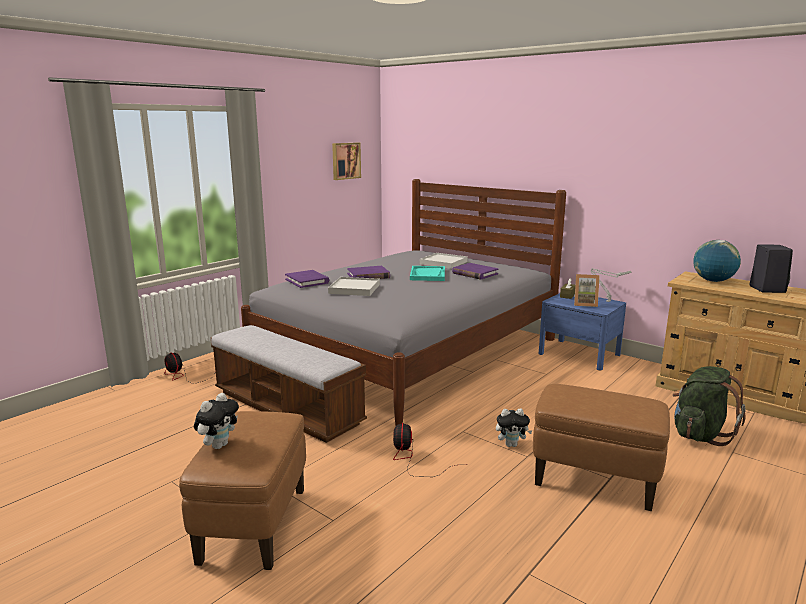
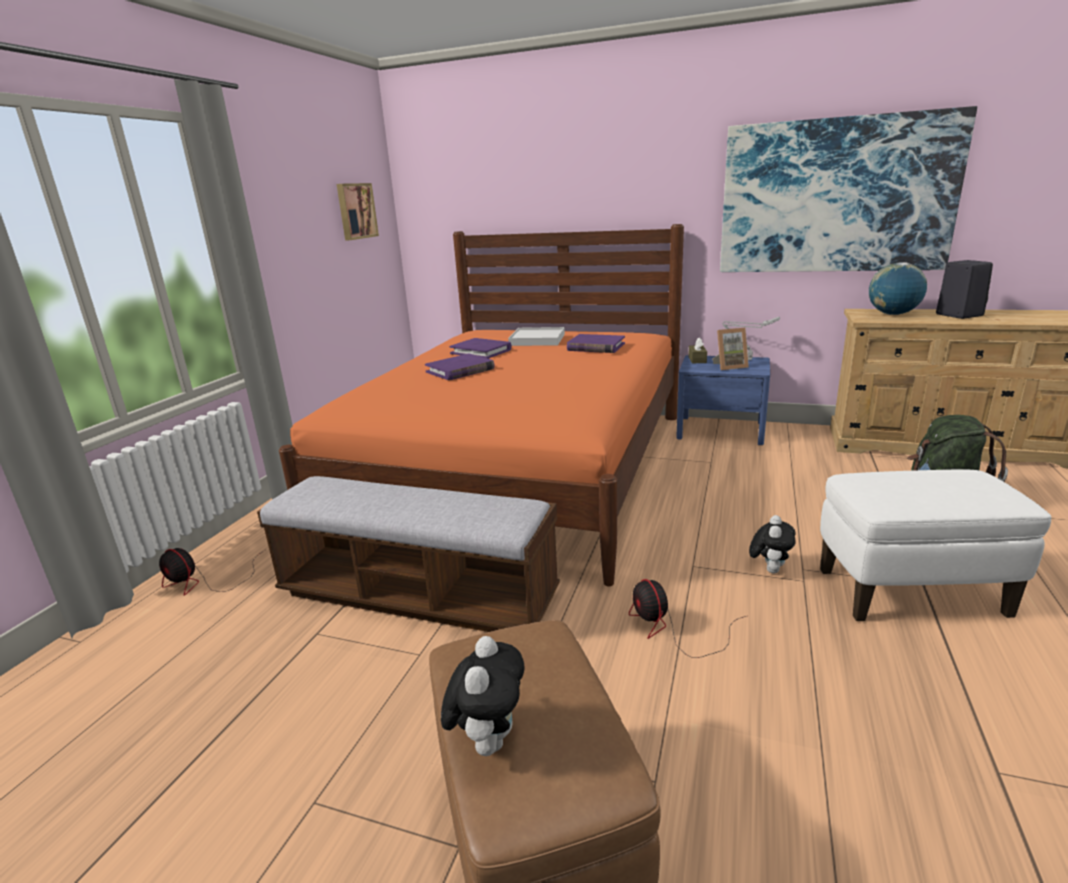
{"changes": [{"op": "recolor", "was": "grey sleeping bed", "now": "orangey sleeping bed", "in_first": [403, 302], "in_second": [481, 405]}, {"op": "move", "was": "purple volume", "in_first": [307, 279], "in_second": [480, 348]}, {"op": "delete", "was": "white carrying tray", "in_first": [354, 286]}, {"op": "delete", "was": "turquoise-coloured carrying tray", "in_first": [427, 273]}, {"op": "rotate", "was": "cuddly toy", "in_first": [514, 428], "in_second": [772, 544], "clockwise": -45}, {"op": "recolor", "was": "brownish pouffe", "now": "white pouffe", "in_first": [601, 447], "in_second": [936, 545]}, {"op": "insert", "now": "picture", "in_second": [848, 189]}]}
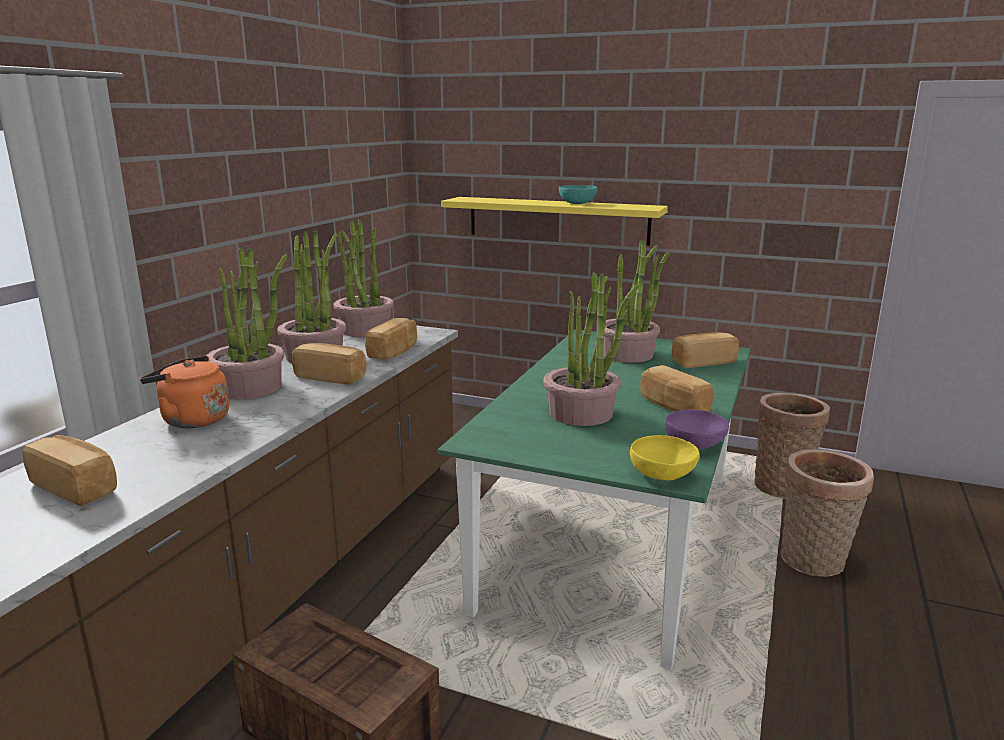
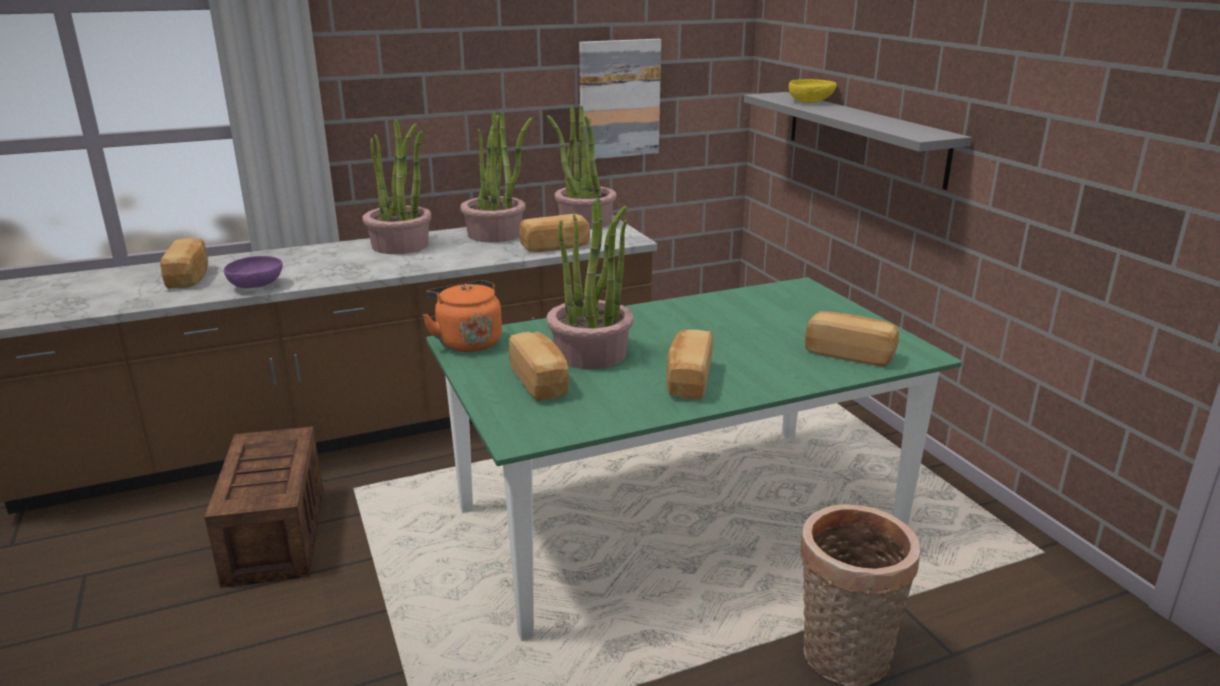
{"changes": [{"op": "move", "was": "orangey kettle", "in_first": [184, 392], "in_second": [462, 316]}, {"op": "move", "was": "bakery bread", "in_first": [329, 364], "in_second": [539, 367]}, {"op": "recolor", "was": "yellow bracket shelf", "now": "grey bracket shelf", "in_first": [554, 221], "in_second": [858, 141]}, {"op": "delete", "was": "turquoise-coloured serving bowl", "in_first": [578, 194]}, {"op": "delete", "was": "houseplant", "in_first": [636, 301]}, {"op": "move", "was": "yellow serving bowl", "in_first": [665, 458], "in_second": [813, 91]}, {"op": "move", "was": "purple serving bowl", "in_first": [697, 429], "in_second": [253, 272]}, {"op": "delete", "was": "basket", "in_first": [792, 446]}, {"op": "insert", "now": "picture", "in_second": [620, 99]}]}
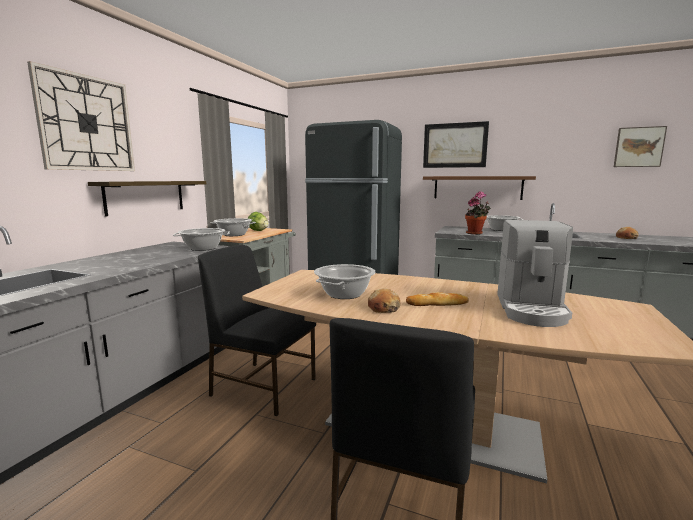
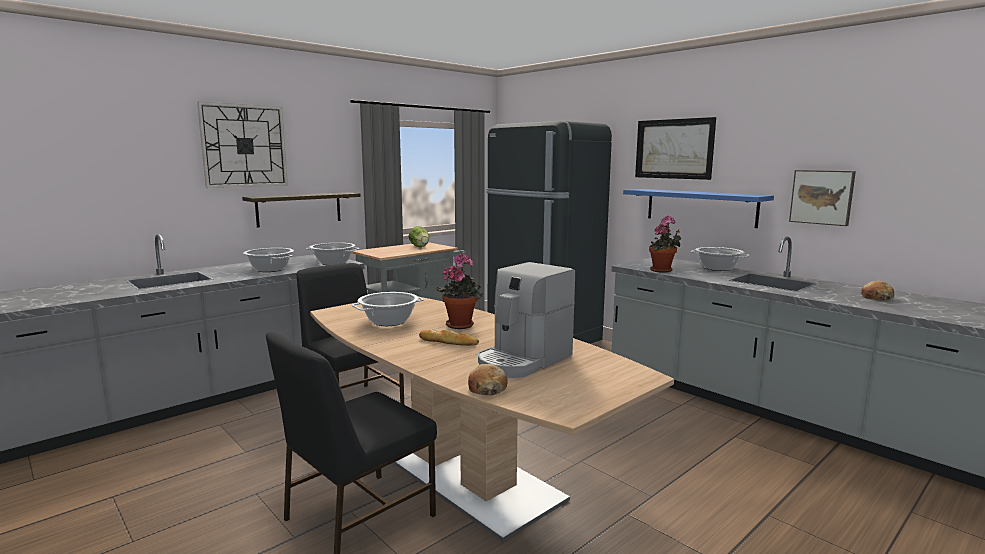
{"changes": [{"op": "move", "was": "stockpot", "in_first": [233, 227], "in_second": [268, 260]}, {"op": "move", "was": "bakery bread", "in_first": [384, 300], "in_second": [488, 380]}, {"op": "recolor", "was": "brownish bracket shelf", "now": "blue-coloured bracket shelf", "in_first": [479, 188], "in_second": [698, 208]}, {"op": "move", "was": "picture", "in_first": [640, 146], "in_second": [822, 198]}, {"op": "insert", "now": "houseplant", "in_second": [460, 291]}]}
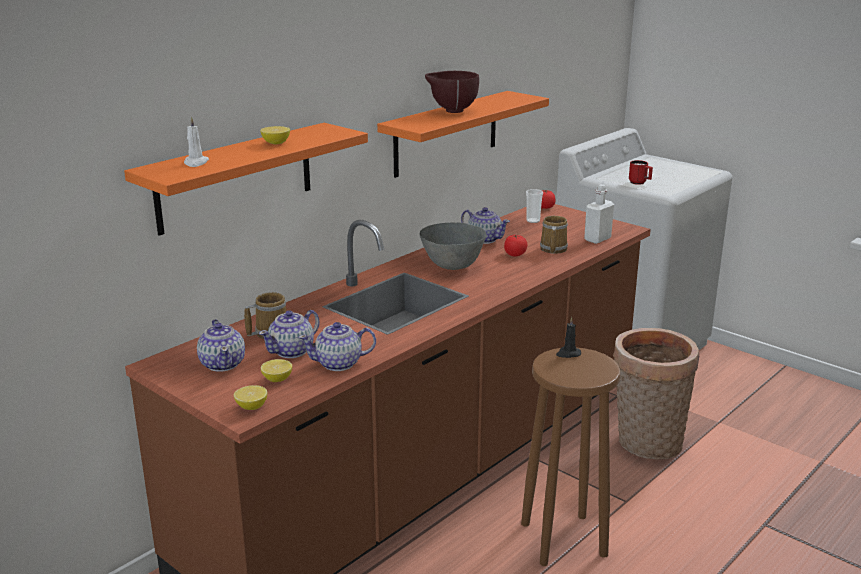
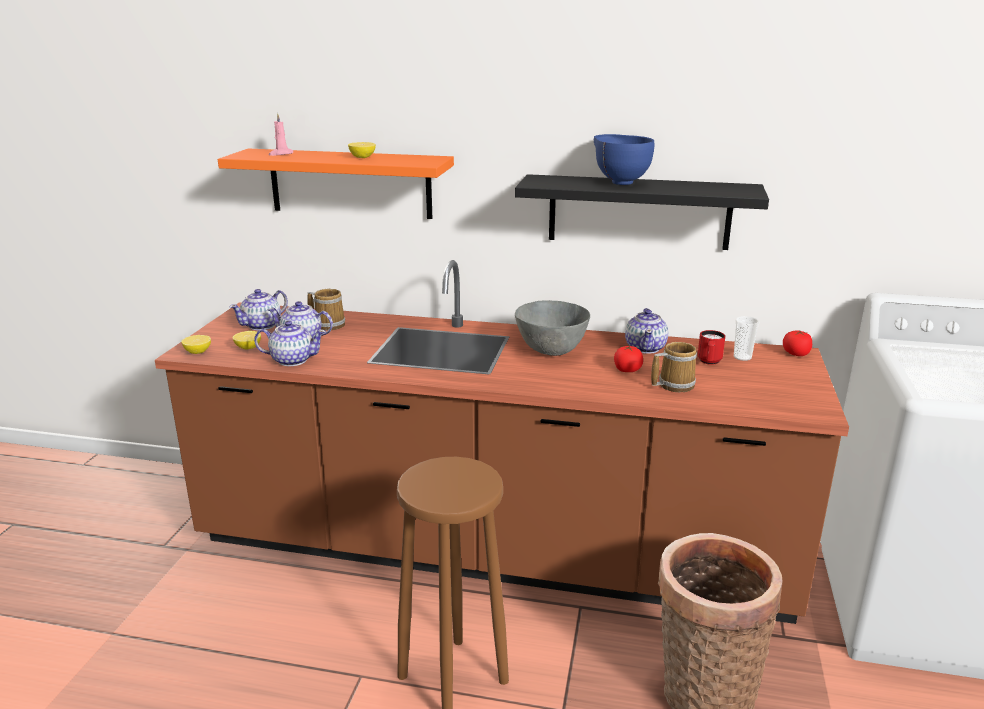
{"changes": [{"op": "recolor", "was": "white wax light", "now": "pinkish wax light", "in_first": [196, 141], "in_second": [281, 134]}, {"op": "rotate", "was": "tea pot", "in_first": [337, 346], "in_second": [290, 343], "clockwise": 135}, {"op": "recolor", "was": "orangey bracket shelf", "now": "black bracket shelf", "in_first": [463, 134], "in_second": [642, 212]}, {"op": "recolor", "was": "brownish serving bowl", "now": "blue-coloured serving bowl", "in_first": [452, 92], "in_second": [624, 159]}, {"op": "delete", "was": "black wax light", "in_first": [568, 337]}, {"op": "delete", "was": "white bottle", "in_first": [599, 214]}, {"op": "move", "was": "reddish mug", "in_first": [641, 172], "in_second": [711, 347]}]}
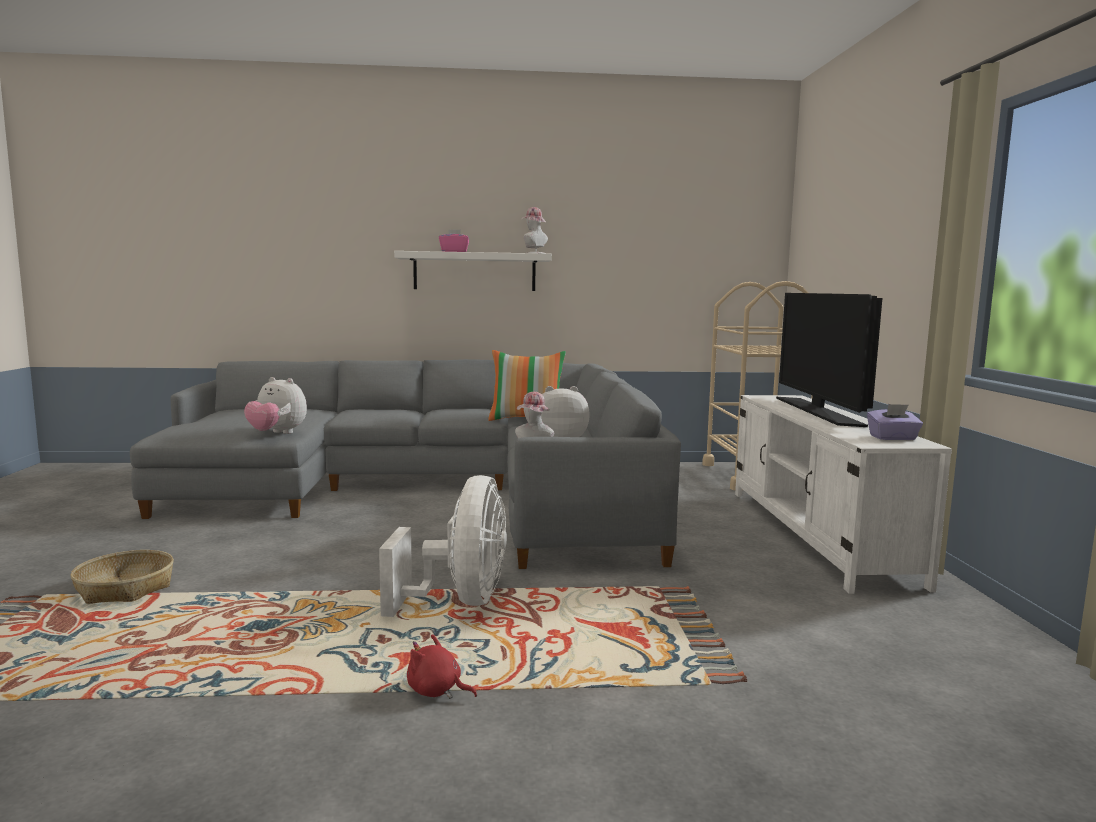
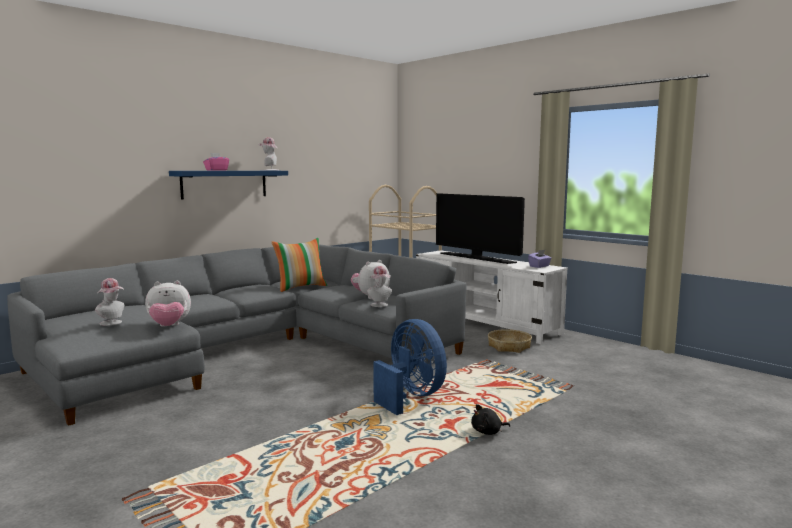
{"changes": [{"op": "move", "was": "basket", "in_first": [122, 577], "in_second": [510, 341]}, {"op": "recolor", "was": "white electric fan", "now": "blue-coloured electric fan", "in_first": [443, 546], "in_second": [410, 367]}, {"op": "recolor", "was": "white bracket shelf", "now": "blue-coloured bracket shelf", "in_first": [473, 271], "in_second": [228, 185]}, {"op": "recolor", "was": "reddish cuddly toy", "now": "black cuddly toy", "in_first": [442, 666], "in_second": [490, 419]}, {"op": "insert", "now": "clothing hat", "in_second": [109, 302]}]}
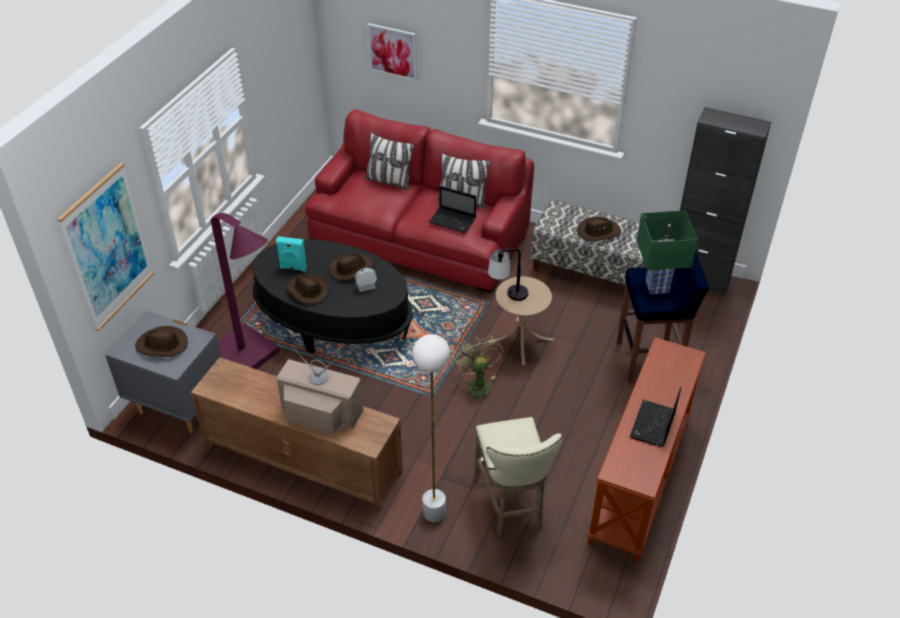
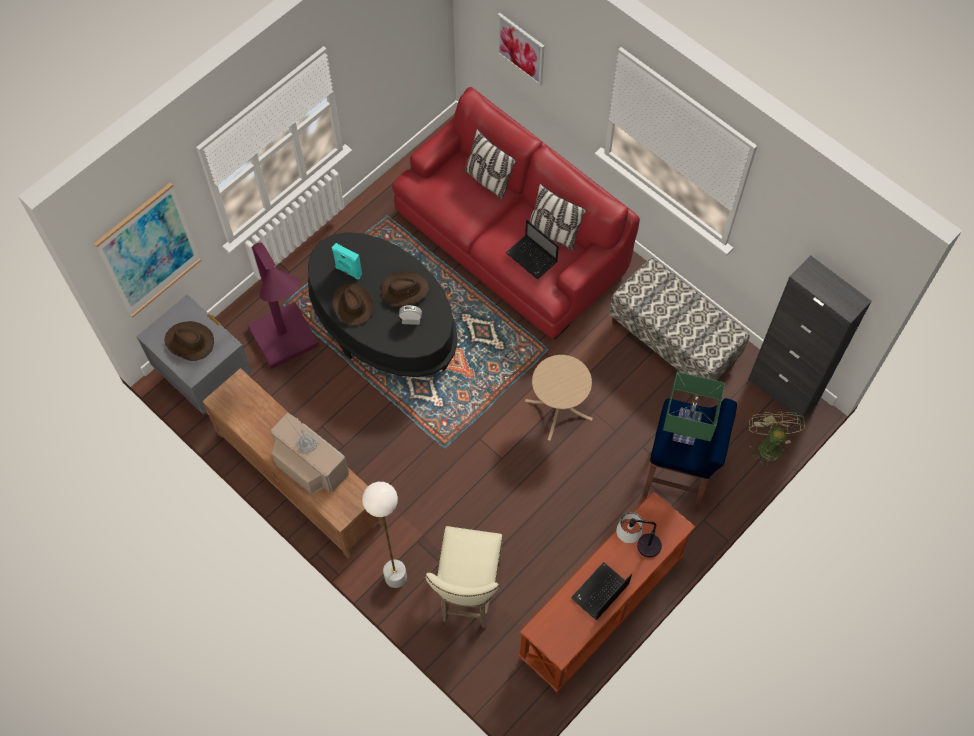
{"changes": [{"op": "move", "was": "green electric fan", "in_first": [477, 369], "in_second": [777, 439]}, {"op": "move", "was": "tabletop lamp", "in_first": [508, 275], "in_second": [639, 534]}, {"op": "delete", "was": "brownish clothing hat", "in_first": [599, 229]}]}
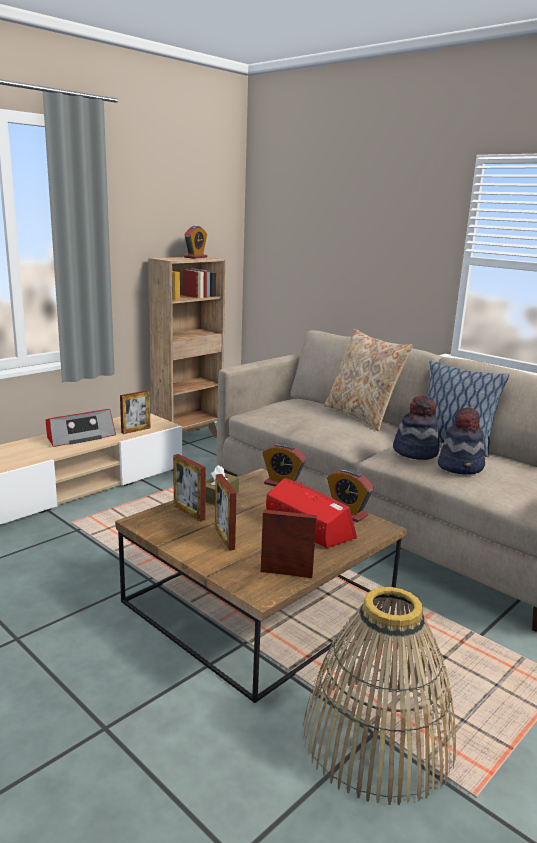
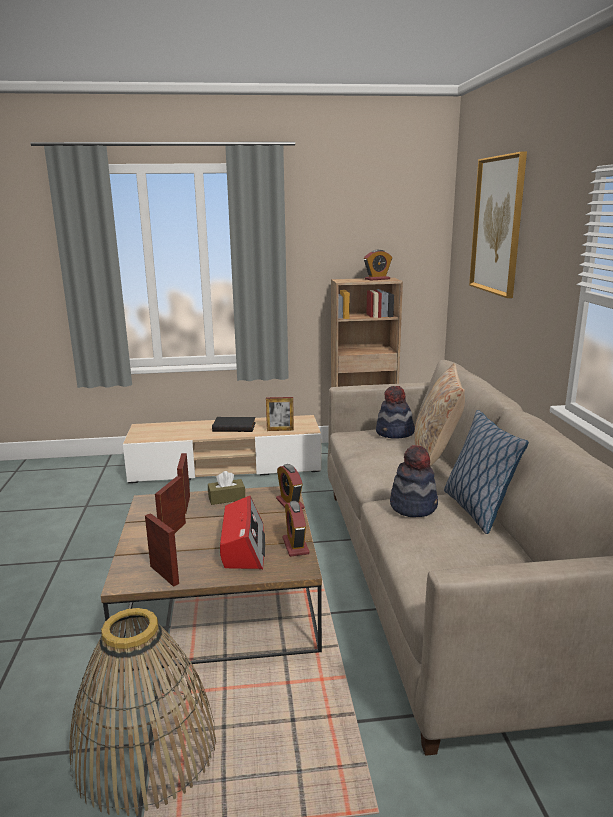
{"changes": [{"op": "replace", "was": "radio set", "now": "black volume", "in_first": [81, 428], "in_second": [234, 424]}, {"op": "move", "was": "clothing hat", "in_first": [461, 440], "in_second": [395, 412]}, {"op": "insert", "now": "picture", "in_second": [498, 225]}]}
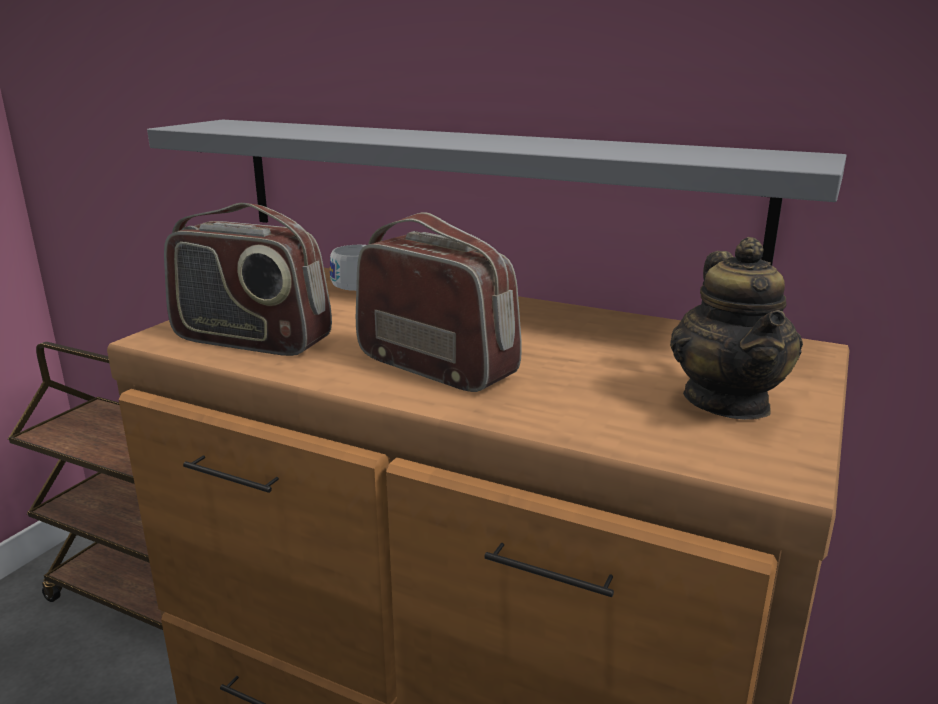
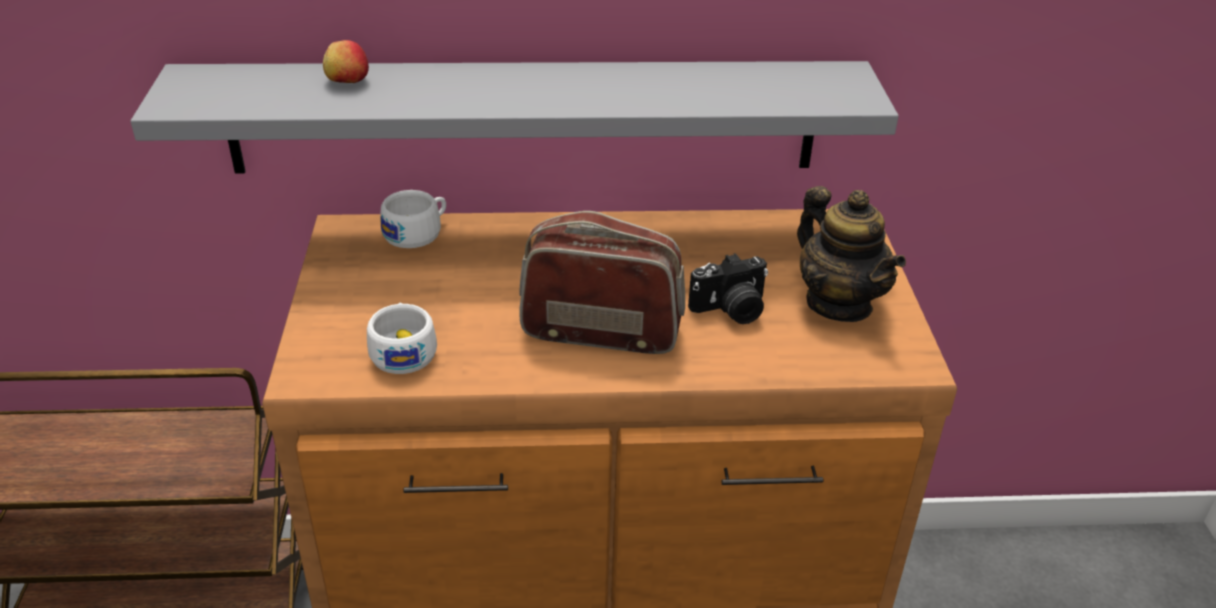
{"changes": [{"op": "replace", "was": "radio set", "now": "white cup", "in_first": [248, 279], "in_second": [402, 338]}, {"op": "insert", "now": "apple", "in_second": [346, 61]}, {"op": "insert", "now": "photo camera", "in_second": [728, 288]}]}
